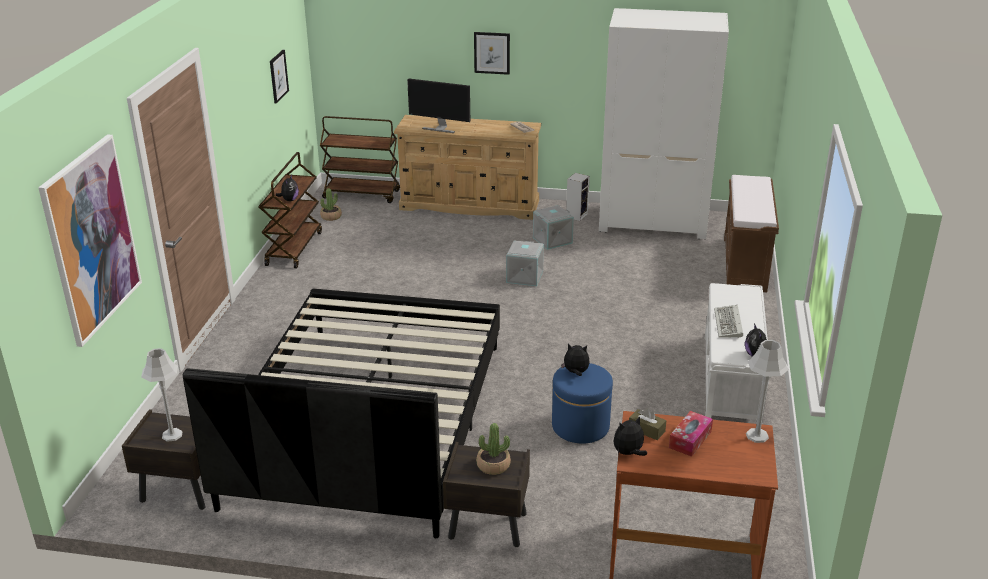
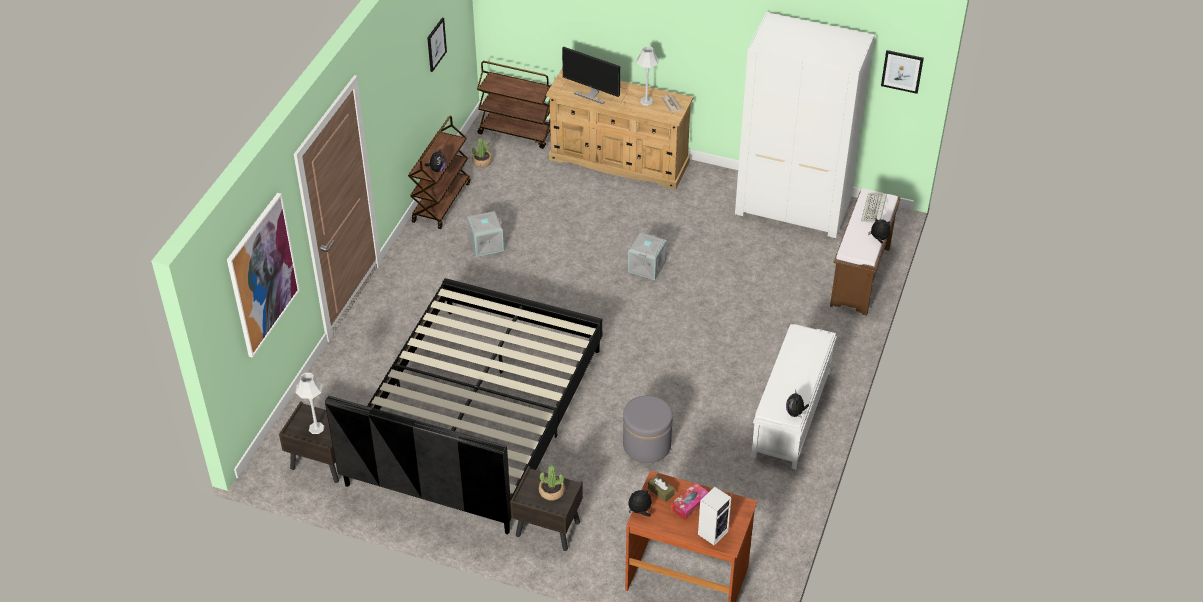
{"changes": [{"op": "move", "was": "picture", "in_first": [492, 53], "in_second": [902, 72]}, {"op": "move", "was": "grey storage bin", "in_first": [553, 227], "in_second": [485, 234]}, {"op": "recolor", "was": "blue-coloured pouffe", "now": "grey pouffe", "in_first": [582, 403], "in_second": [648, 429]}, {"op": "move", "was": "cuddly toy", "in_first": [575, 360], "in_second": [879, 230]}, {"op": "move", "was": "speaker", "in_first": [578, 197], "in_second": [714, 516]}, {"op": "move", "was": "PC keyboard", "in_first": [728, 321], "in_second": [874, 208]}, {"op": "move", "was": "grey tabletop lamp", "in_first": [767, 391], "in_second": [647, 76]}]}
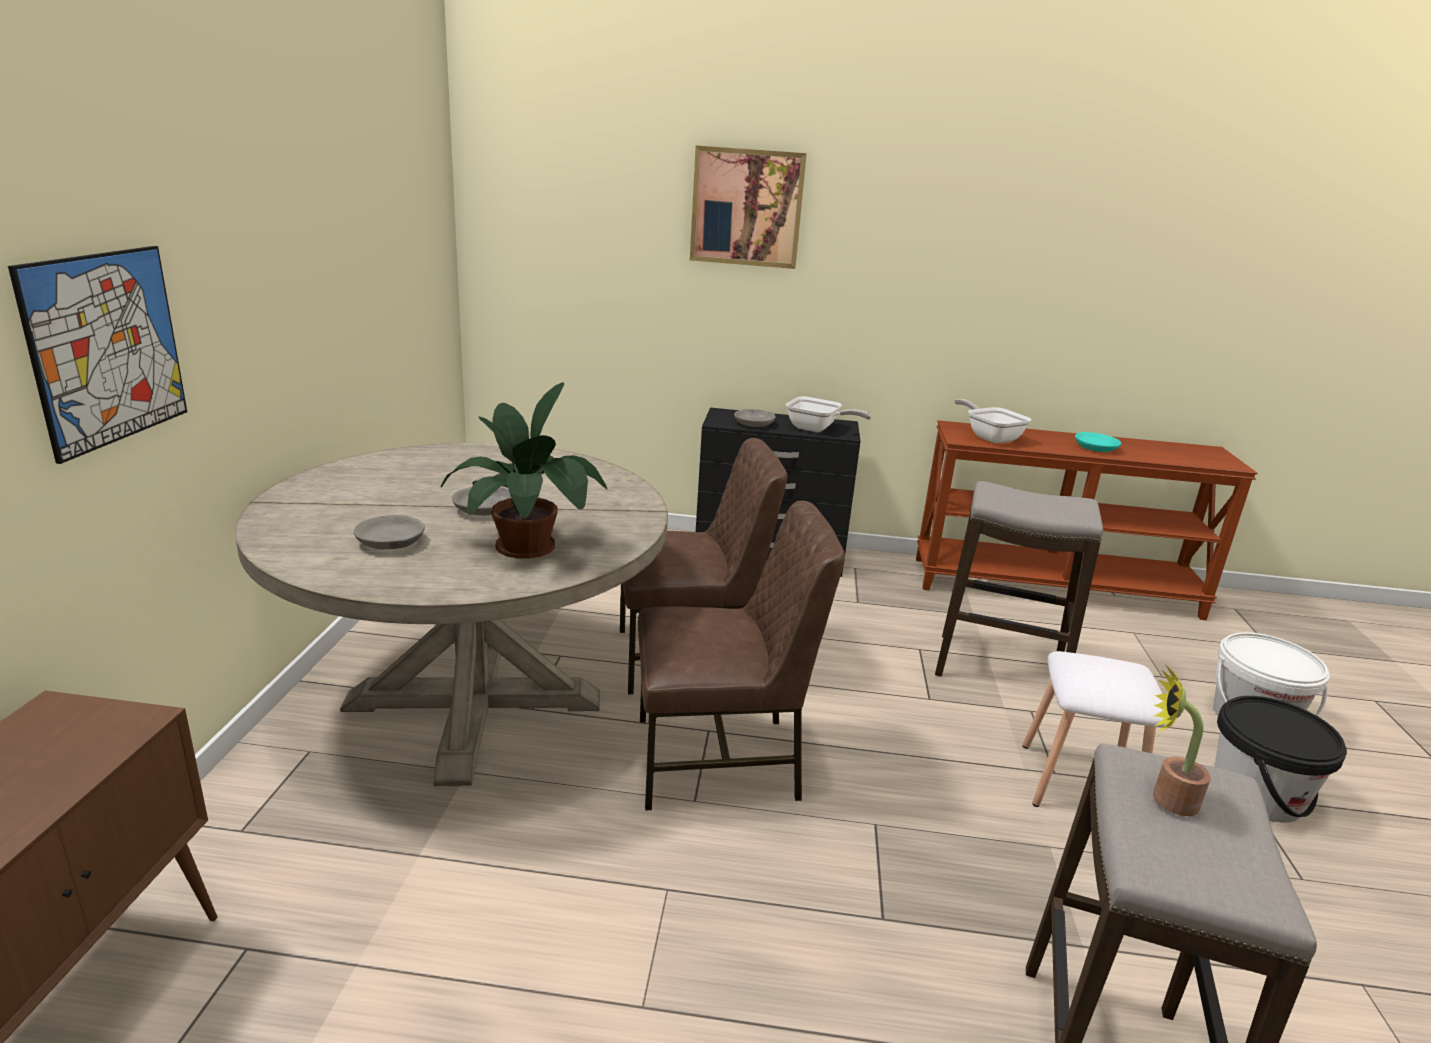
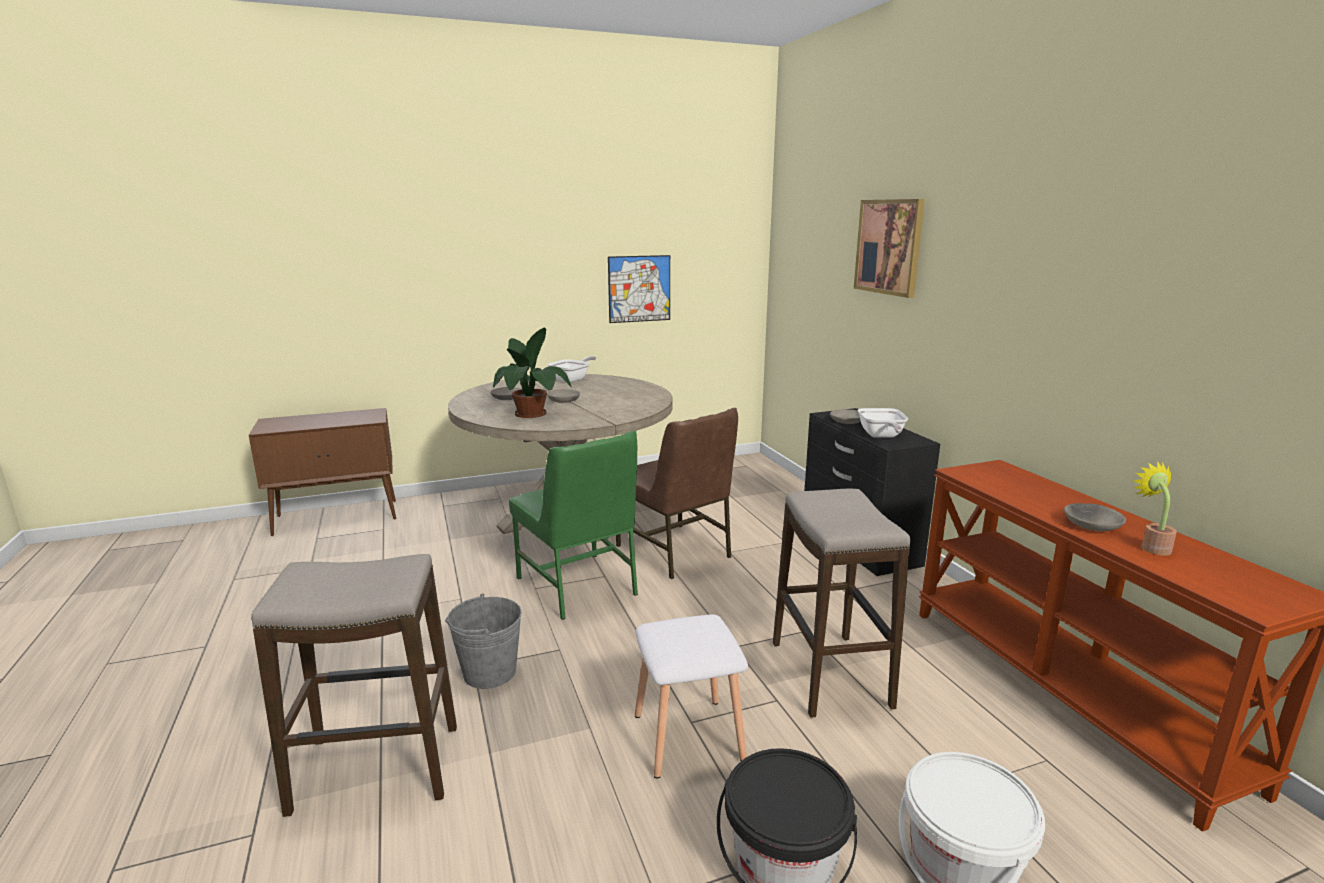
{"changes": [{"op": "move", "was": "picture", "in_first": [97, 355], "in_second": [639, 289]}, {"op": "recolor", "was": "brownish chair", "now": "green chair", "in_first": [741, 656], "in_second": [573, 525]}, {"op": "move", "was": "frying pan", "in_first": [993, 421], "in_second": [571, 369]}, {"op": "recolor", "was": "turquoise-coloured serving bowl", "now": "grey serving bowl", "in_first": [1098, 442], "in_second": [1095, 517]}, {"op": "move", "was": "houseplant", "in_first": [1182, 741], "in_second": [1154, 508]}, {"op": "insert", "now": "grey pail", "in_second": [483, 641]}]}
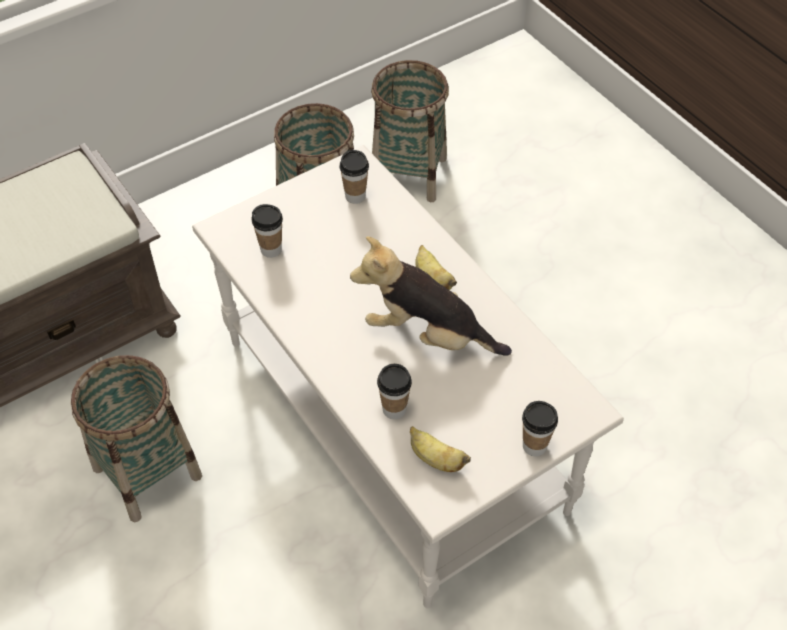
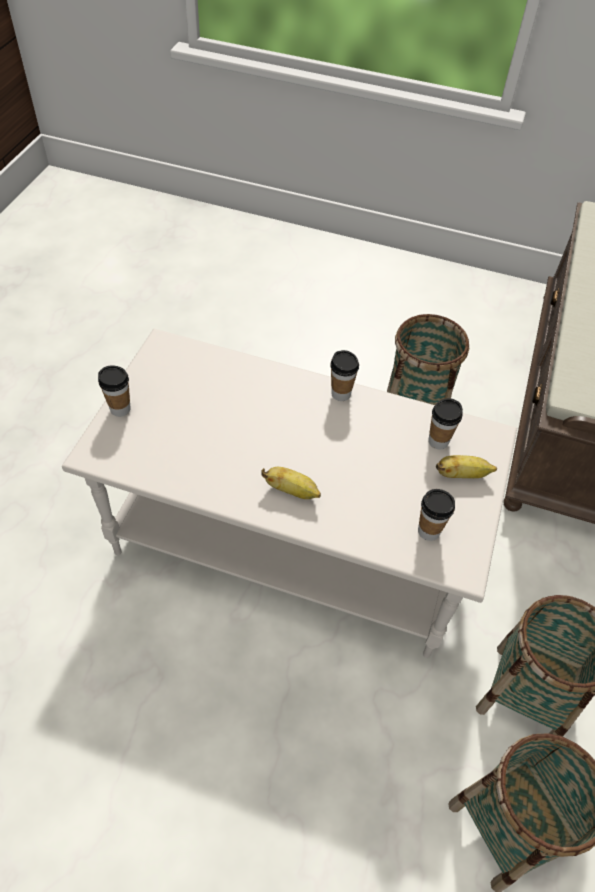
{"changes": [{"op": "delete", "was": "cuddly toy", "in_first": [431, 296]}, {"op": "move", "was": "cup", "in_first": [394, 391], "in_second": [344, 375]}, {"op": "move", "was": "whole banana", "in_first": [440, 449], "in_second": [466, 466]}]}
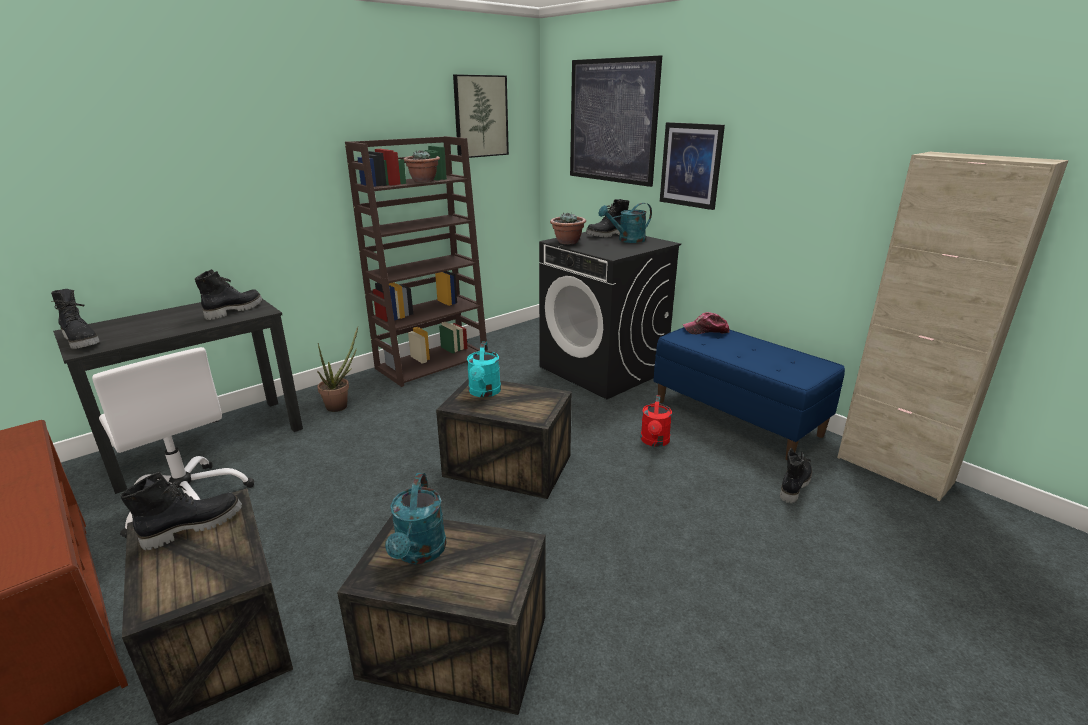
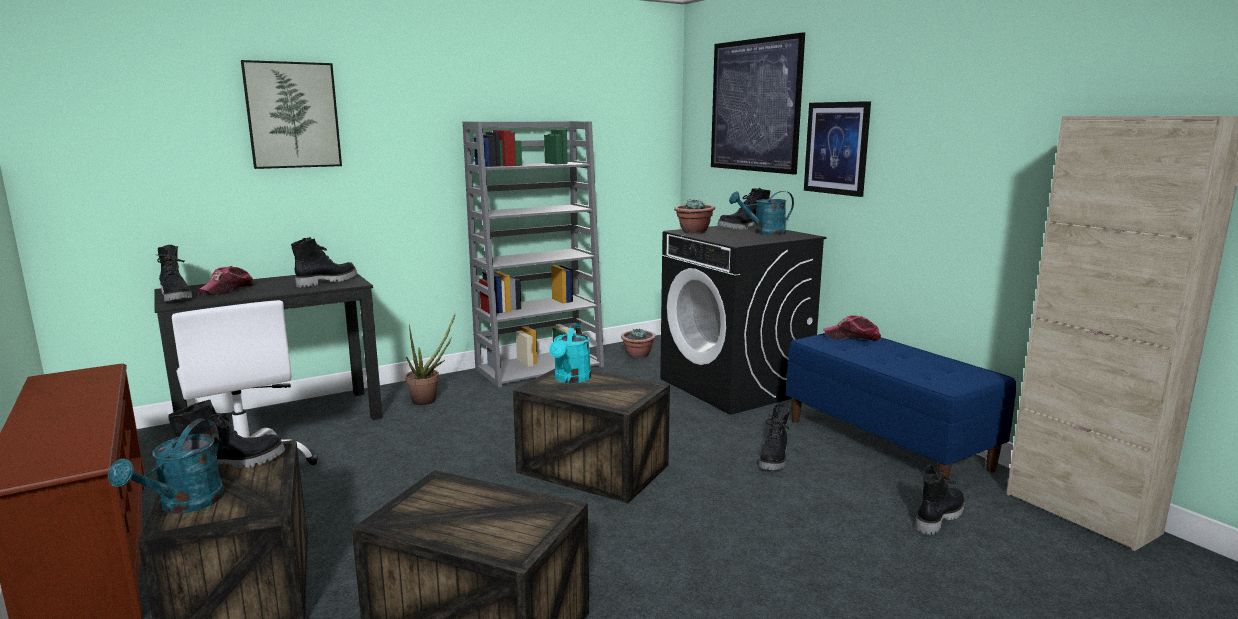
{"changes": [{"op": "recolor", "was": "brownish bookcase", "now": "grey bookcase", "in_first": [416, 261], "in_second": [533, 254]}, {"op": "move", "was": "turquoise-coloured watering can", "in_first": [416, 518], "in_second": [166, 466]}, {"op": "move", "was": "houseplant", "in_first": [421, 166], "in_second": [638, 344]}, {"op": "move", "was": "picture", "in_first": [481, 116], "in_second": [291, 114]}, {"op": "replace", "was": "reddish watering can", "now": "black tall boot", "in_first": [656, 421], "in_second": [774, 436]}, {"op": "insert", "now": "peaked cap", "in_second": [226, 280]}]}
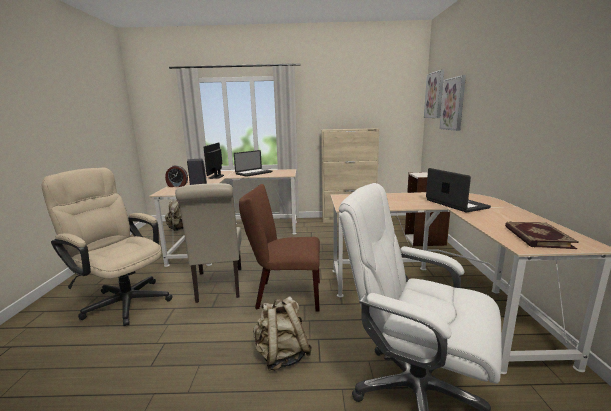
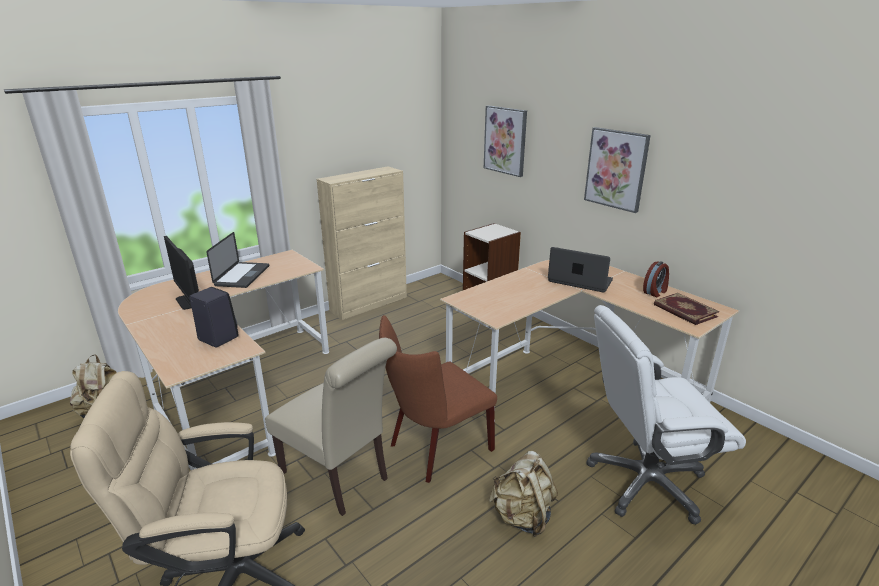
{"changes": [{"op": "move", "was": "alarm clock", "in_first": [176, 176], "in_second": [656, 279]}, {"op": "move", "was": "picture", "in_first": [434, 93], "in_second": [617, 170]}]}
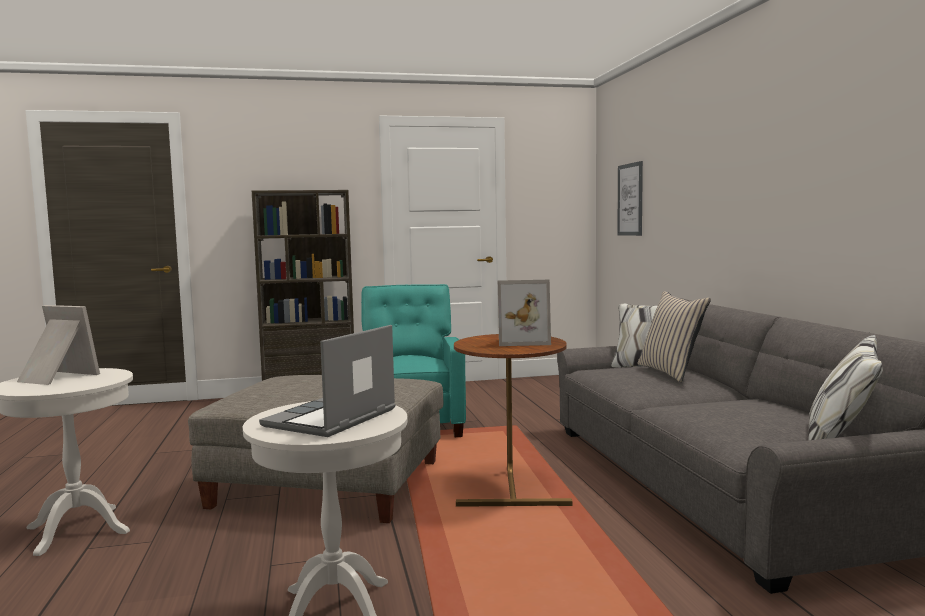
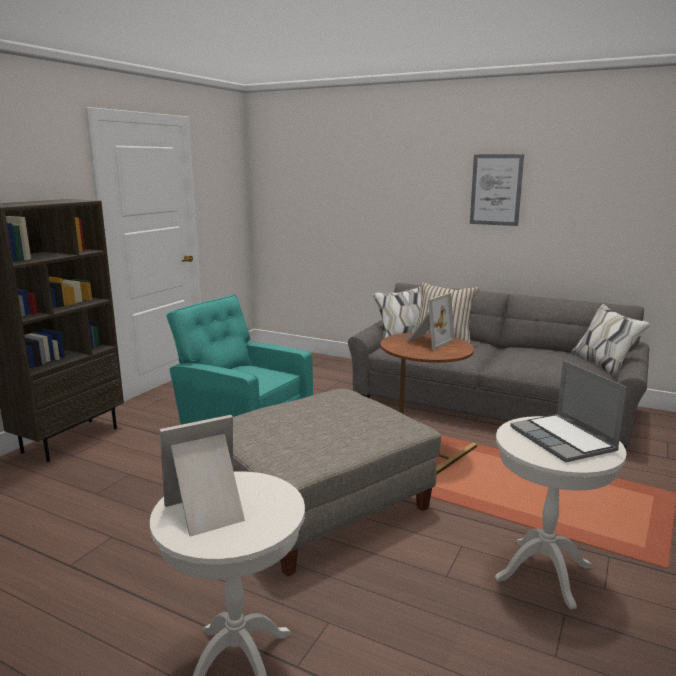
{"changes": [{"op": "move", "was": "picture", "in_first": [630, 198], "in_second": [497, 190]}]}
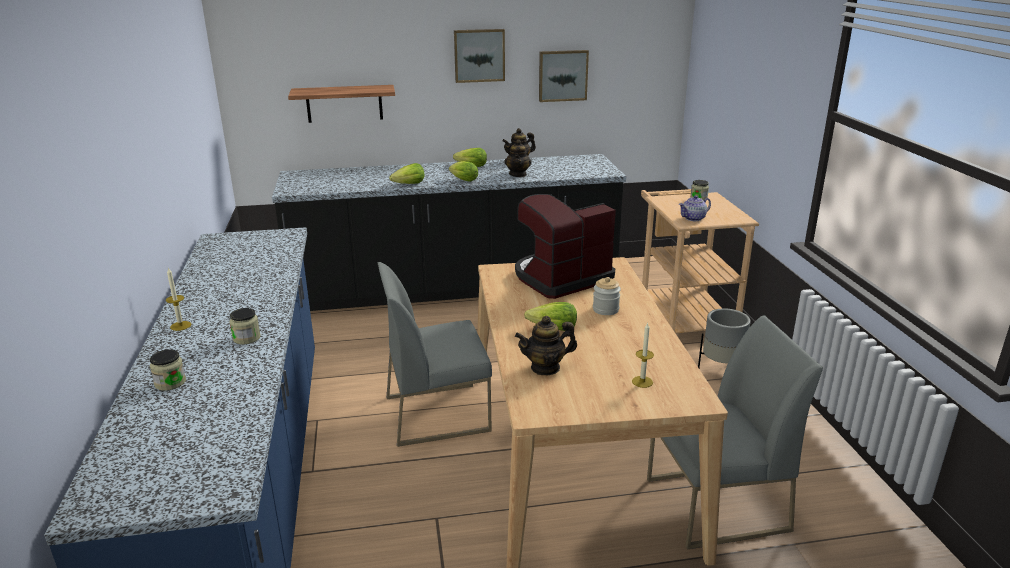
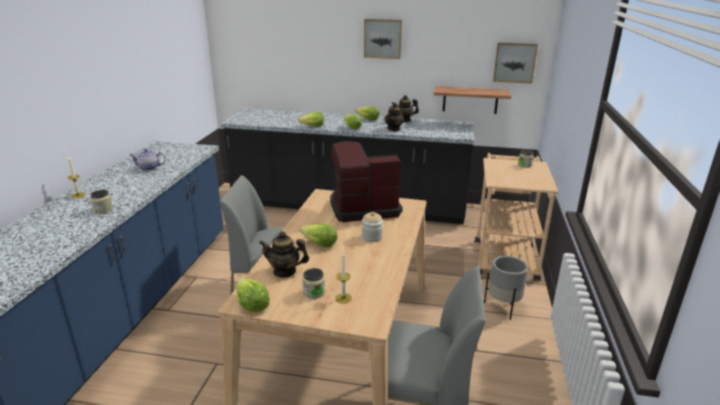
{"changes": [{"op": "move", "was": "storage jar", "in_first": [168, 370], "in_second": [314, 283]}, {"op": "move", "was": "bracket shelf", "in_first": [341, 104], "in_second": [472, 100]}, {"op": "move", "was": "picture", "in_first": [564, 76], "in_second": [515, 62]}, {"op": "move", "was": "tea pot", "in_first": [695, 208], "in_second": [147, 160]}, {"op": "insert", "now": "lettuce", "in_second": [253, 295]}]}
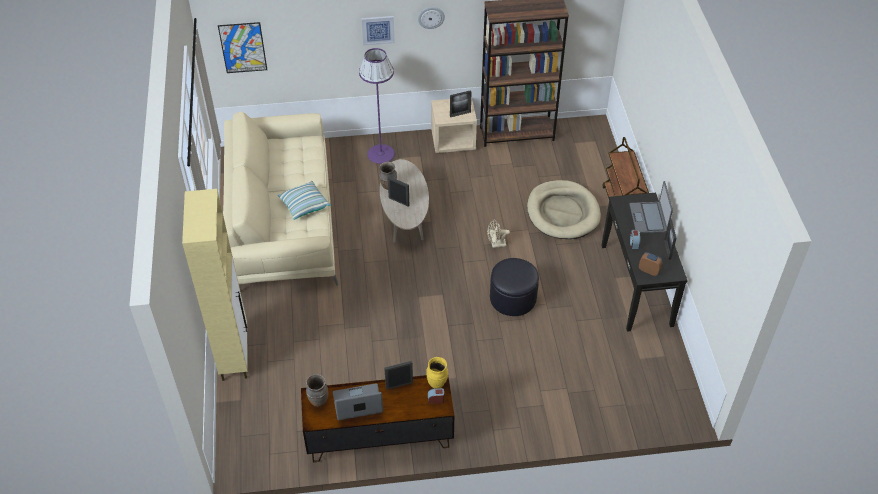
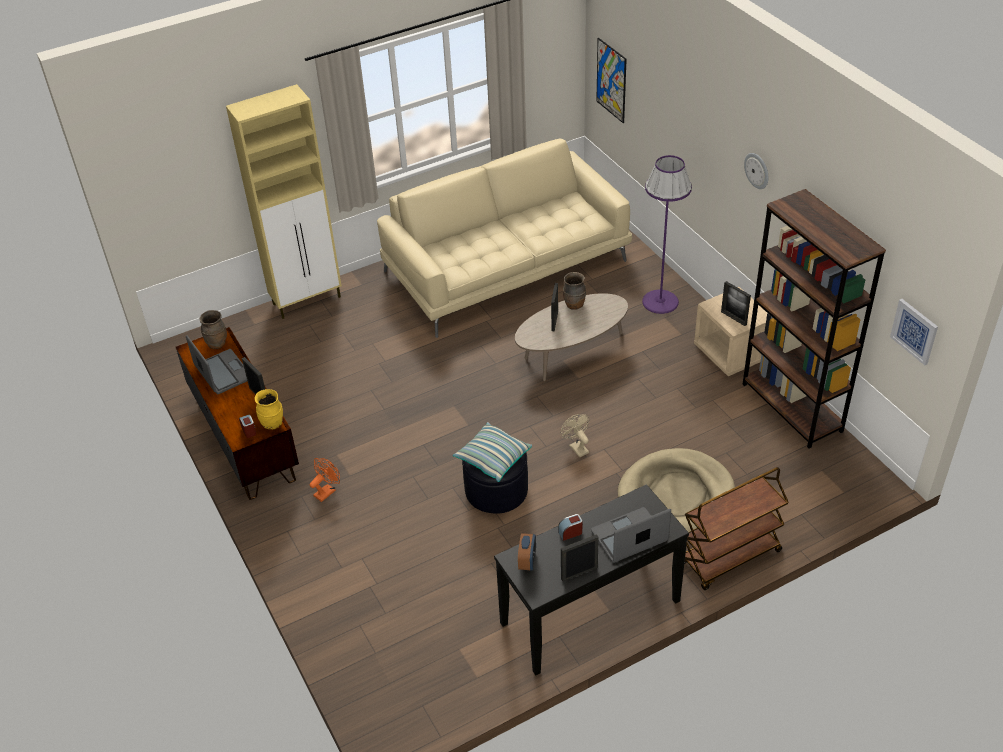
{"changes": [{"op": "move", "was": "cushion", "in_first": [304, 200], "in_second": [492, 452]}, {"op": "move", "was": "picture", "in_first": [378, 31], "in_second": [914, 332]}, {"op": "insert", "now": "orangey electric fan", "in_second": [325, 480]}]}
